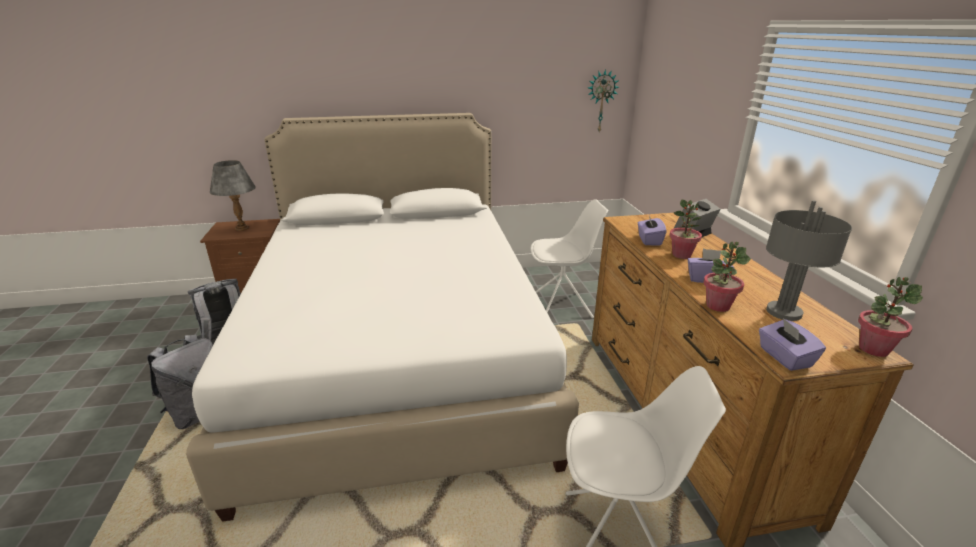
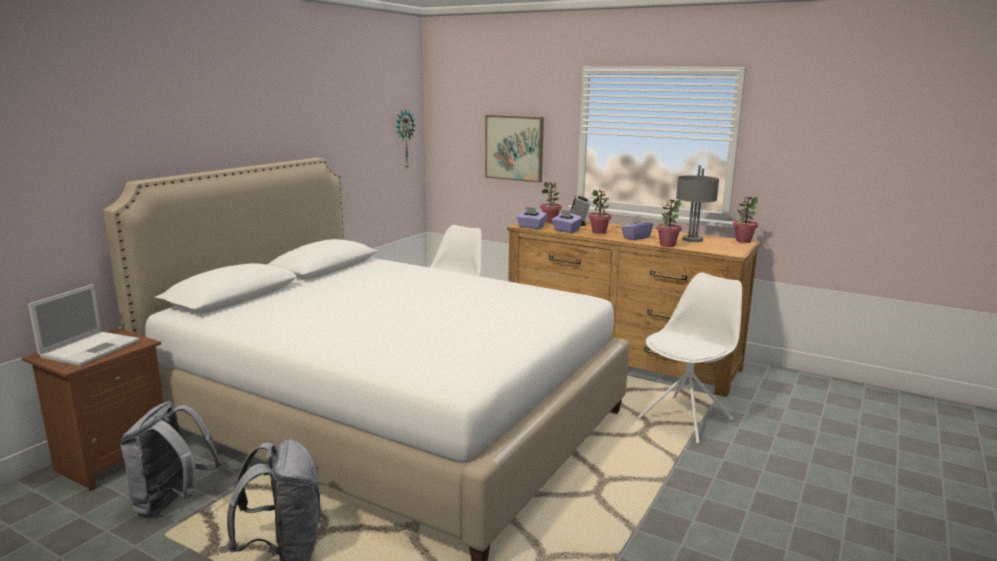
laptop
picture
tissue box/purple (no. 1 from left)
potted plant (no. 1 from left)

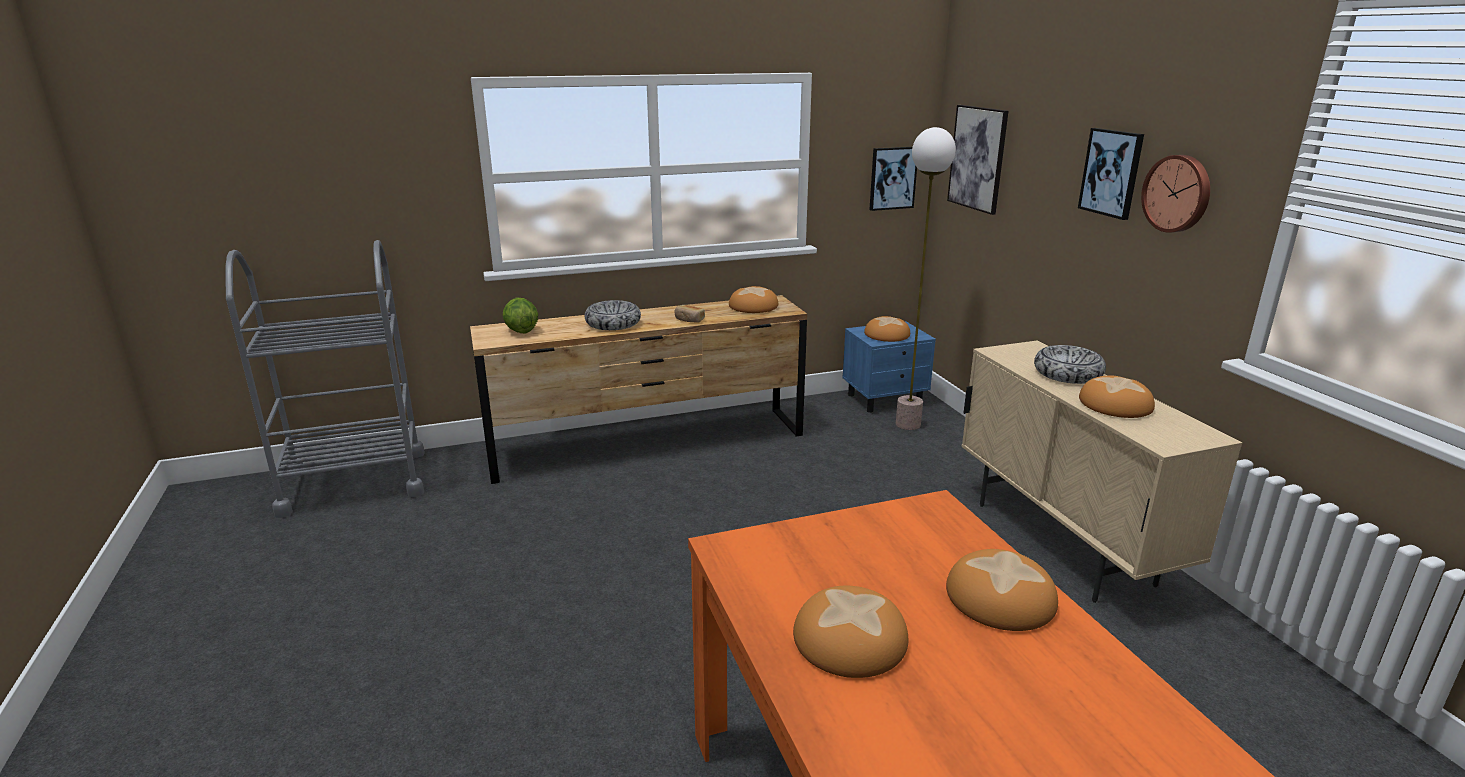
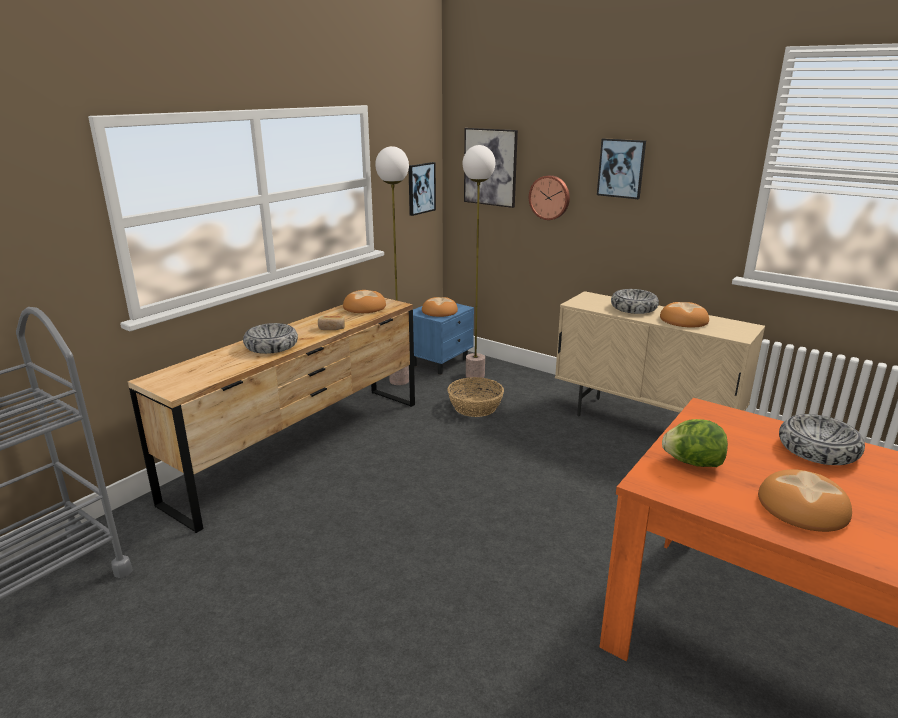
floor lamp (no. 1 from left)
basket
wall clock
lettuce
bowl (no. 3 from left)

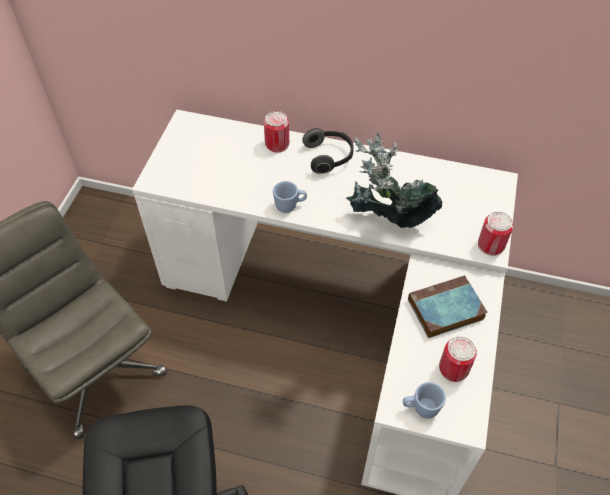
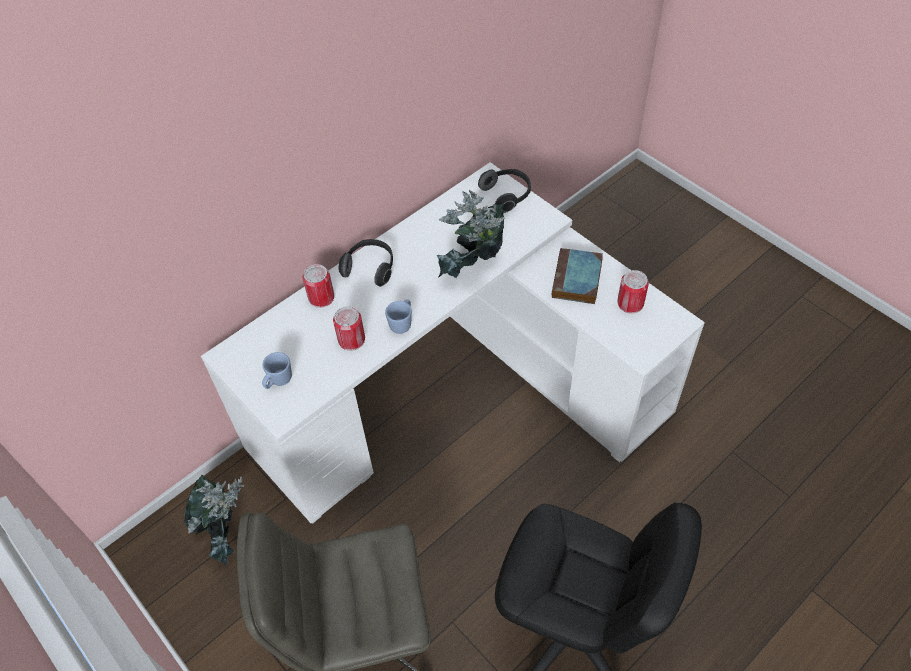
potted plant (no. 1 from left)
mug/blue (no. 1 from left)
can (no. 2 from left)
headphones (no. 2 from left)

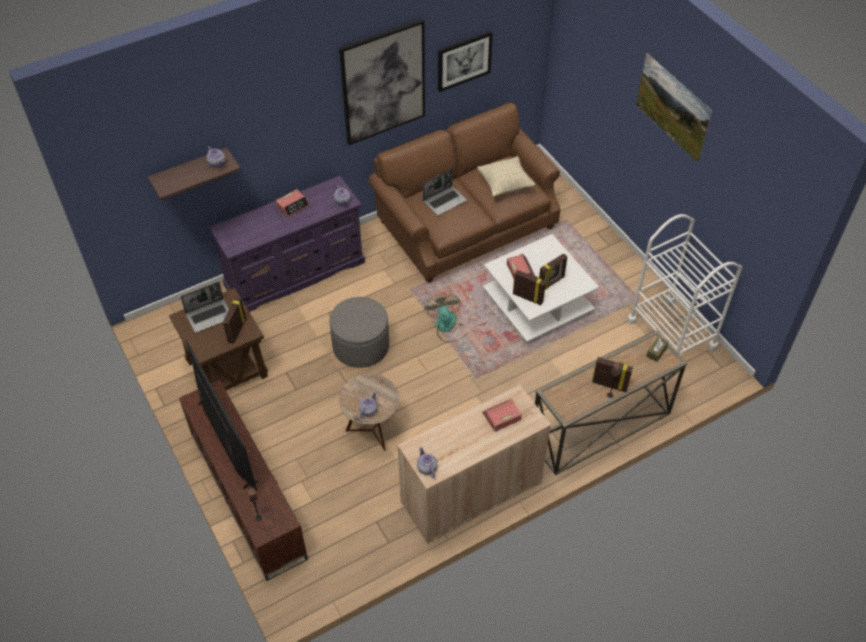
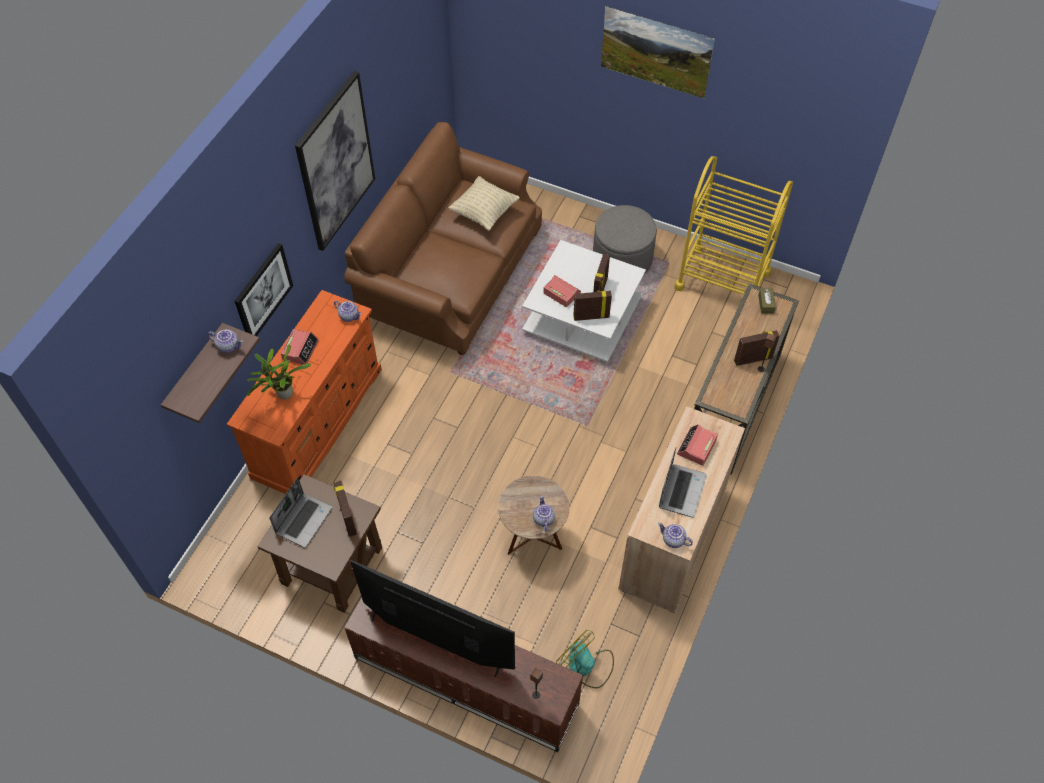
dresser/orange
picture (no. 1 from left)
potted plant
fan
ottoman/grey
laptop (no. 2 from left)
cart/yellow

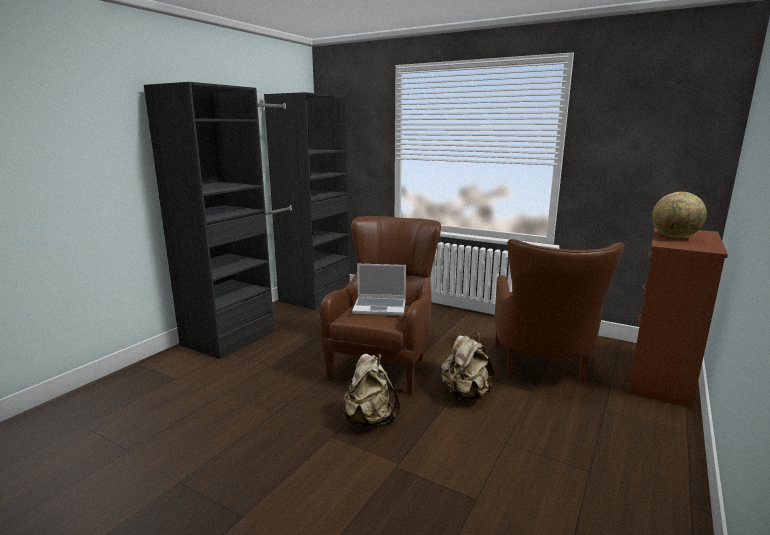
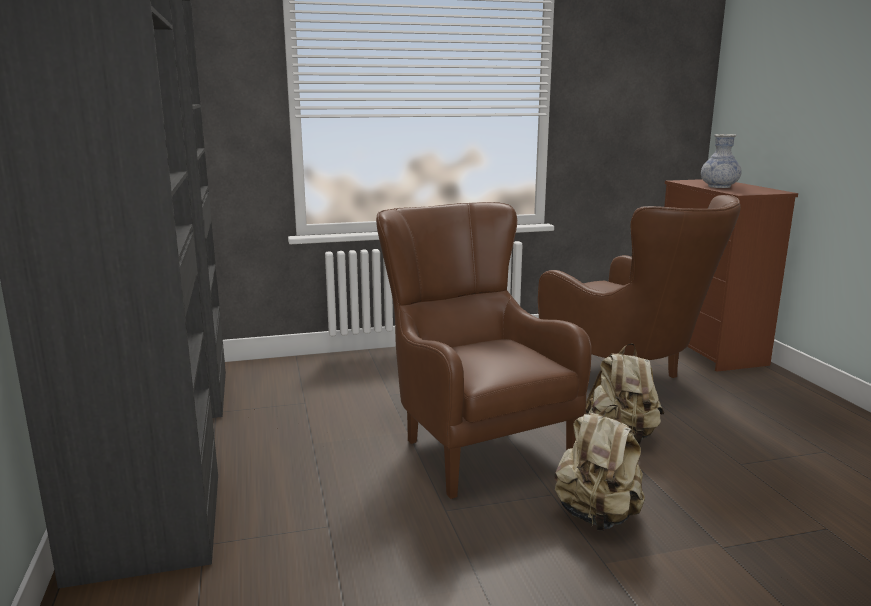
vase
laptop

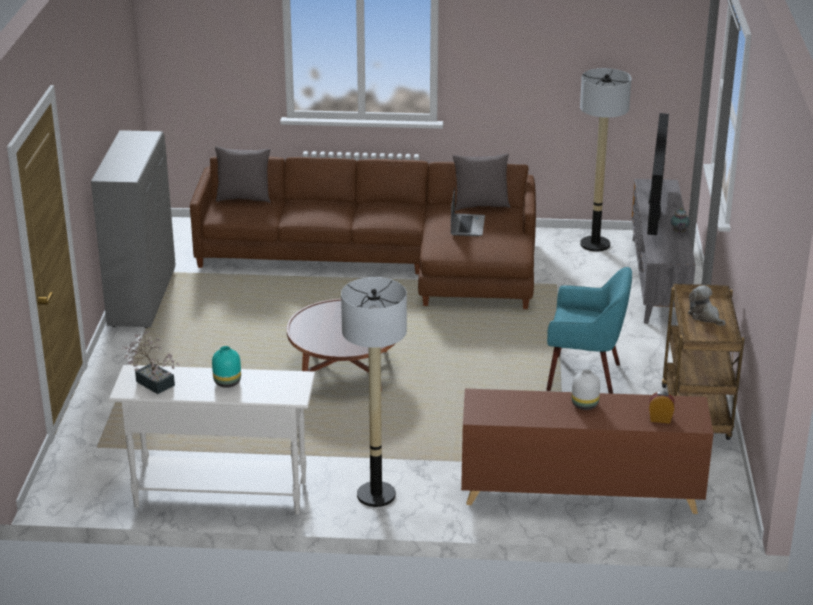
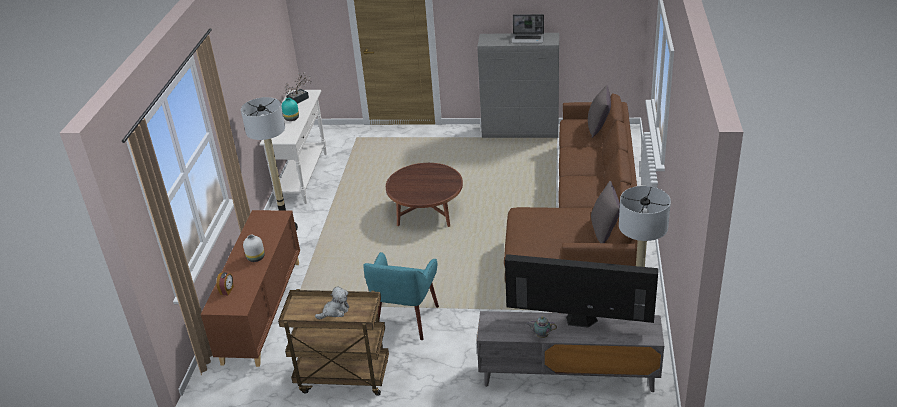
laptop

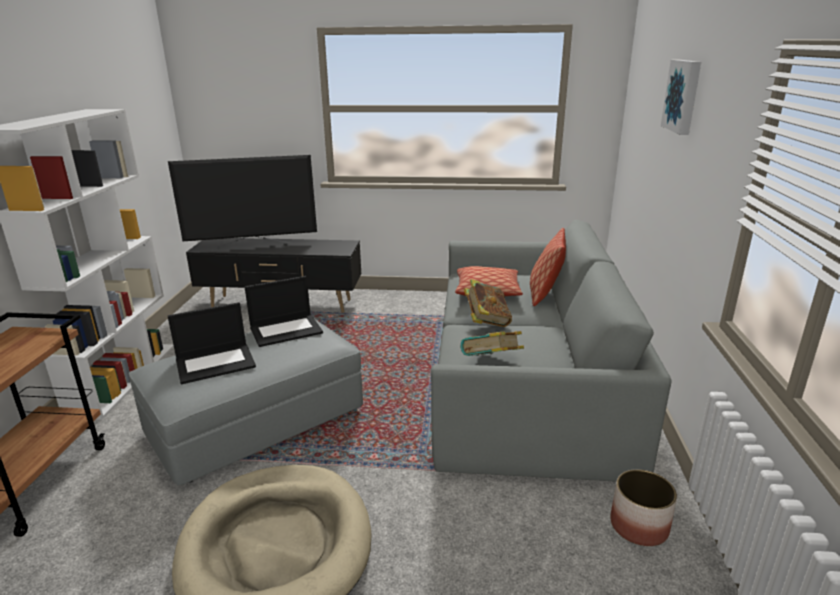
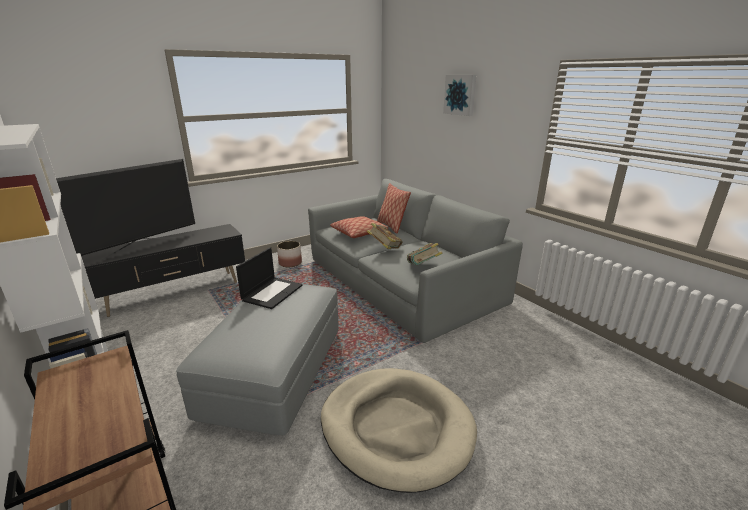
planter
laptop (no. 1 from left in the first image)

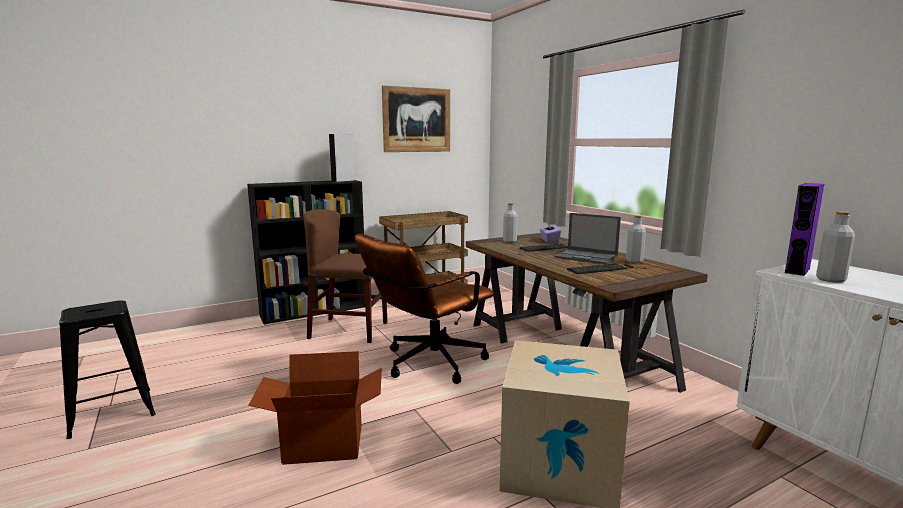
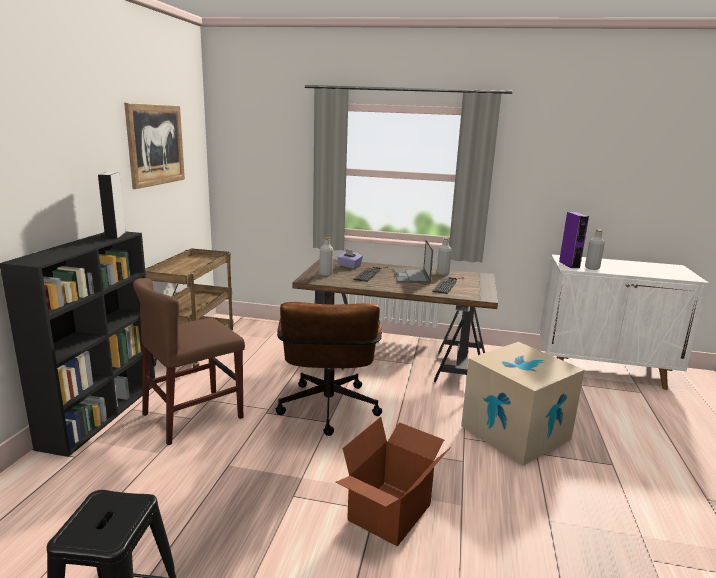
laptop

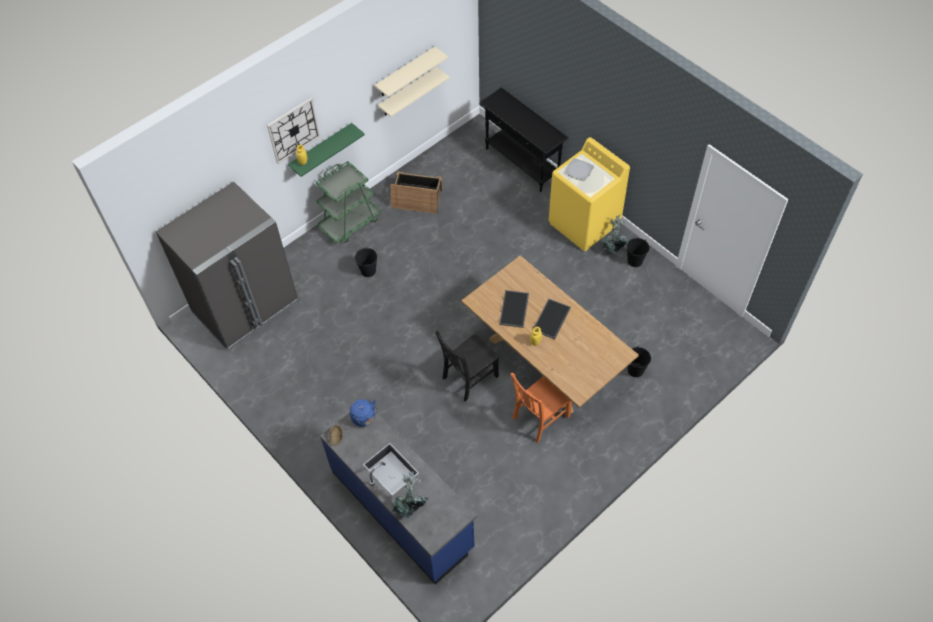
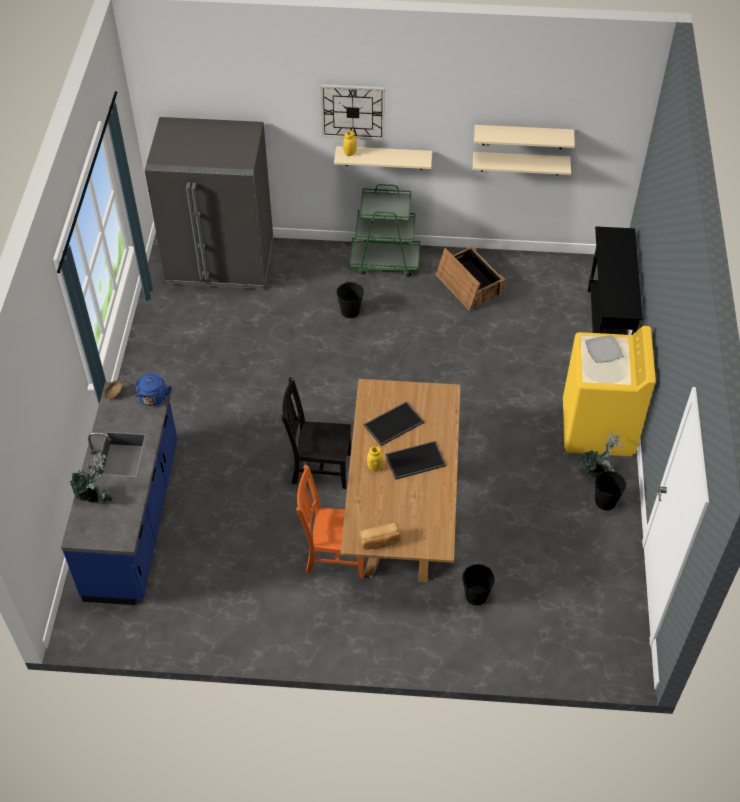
shelf/beige (no. 1 from left)
bread

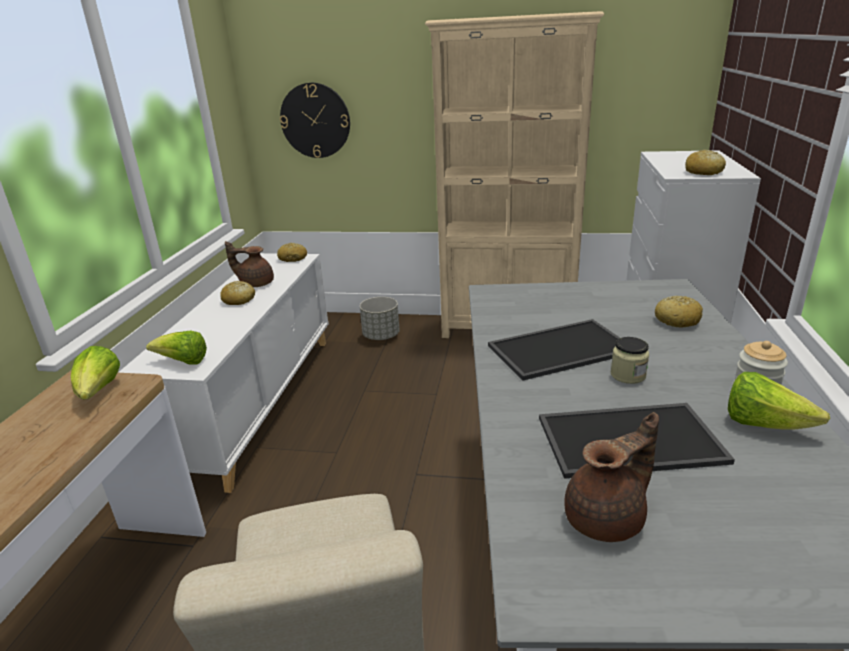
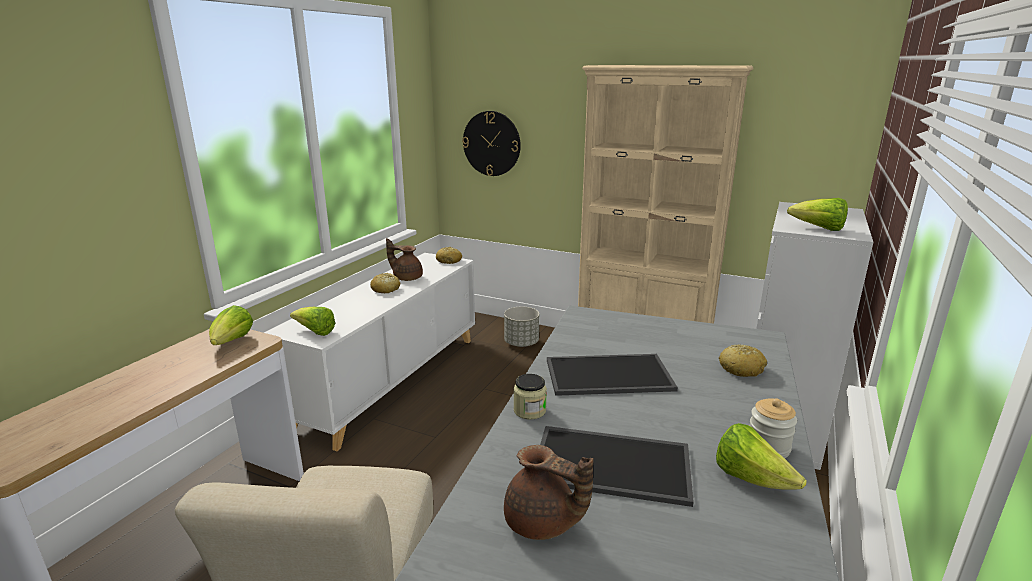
teapot/brown (no. 2 from left)
jar (no. 1 from left)
lettuce (no. 4 from left)

